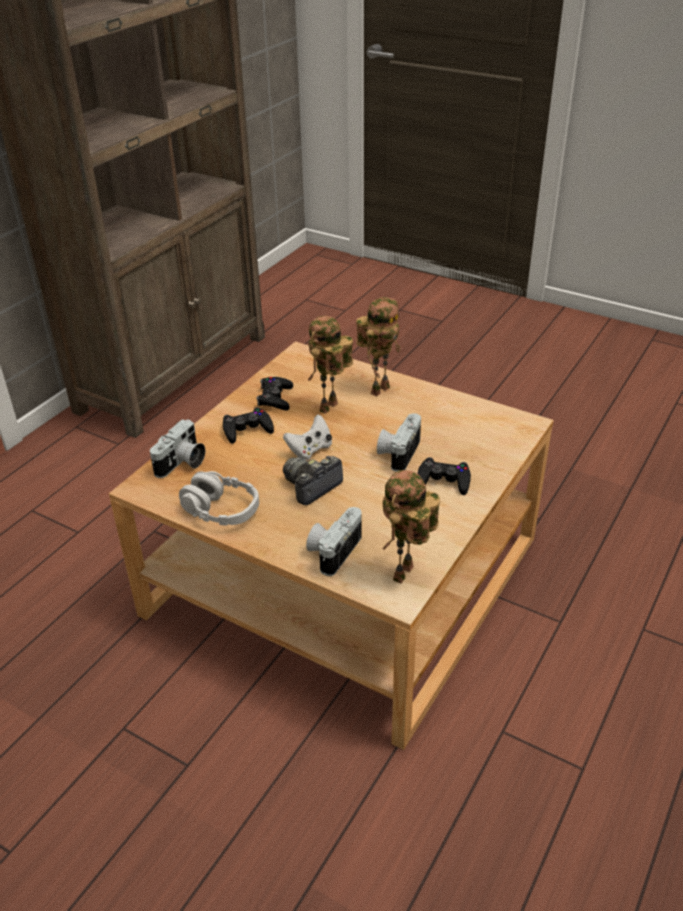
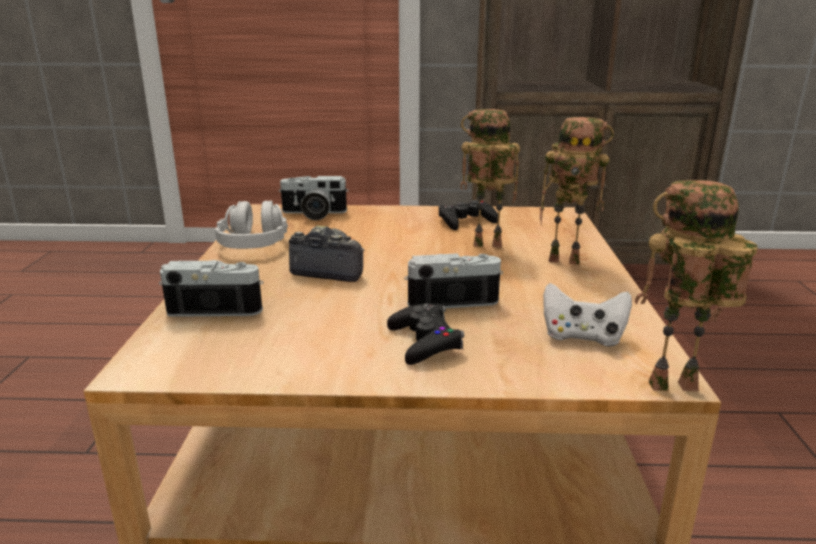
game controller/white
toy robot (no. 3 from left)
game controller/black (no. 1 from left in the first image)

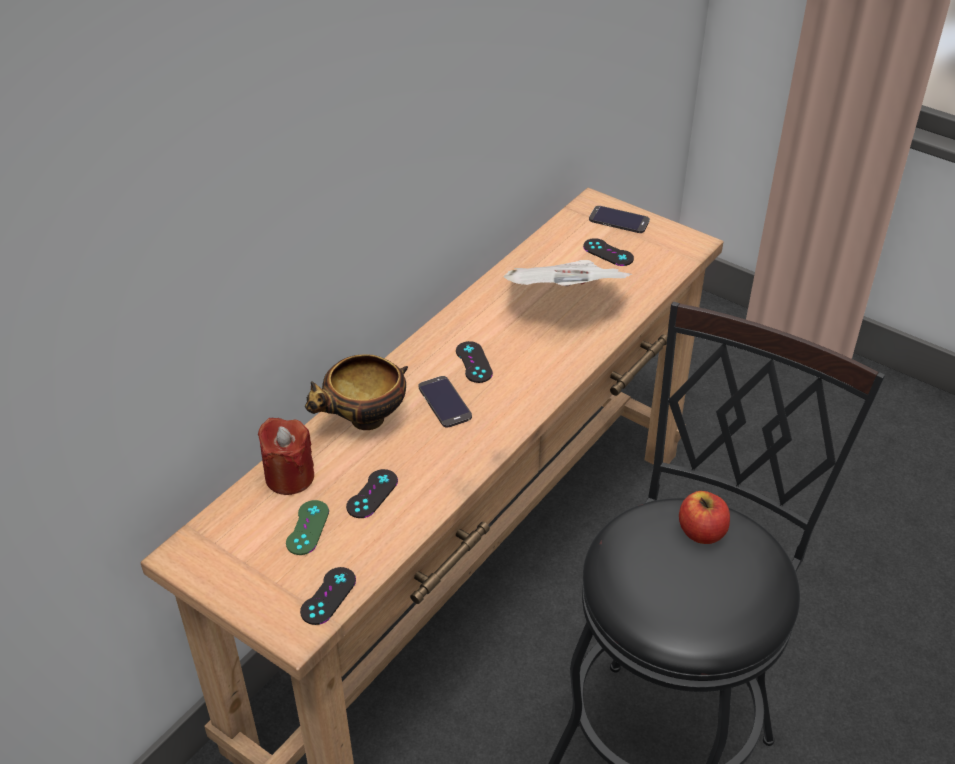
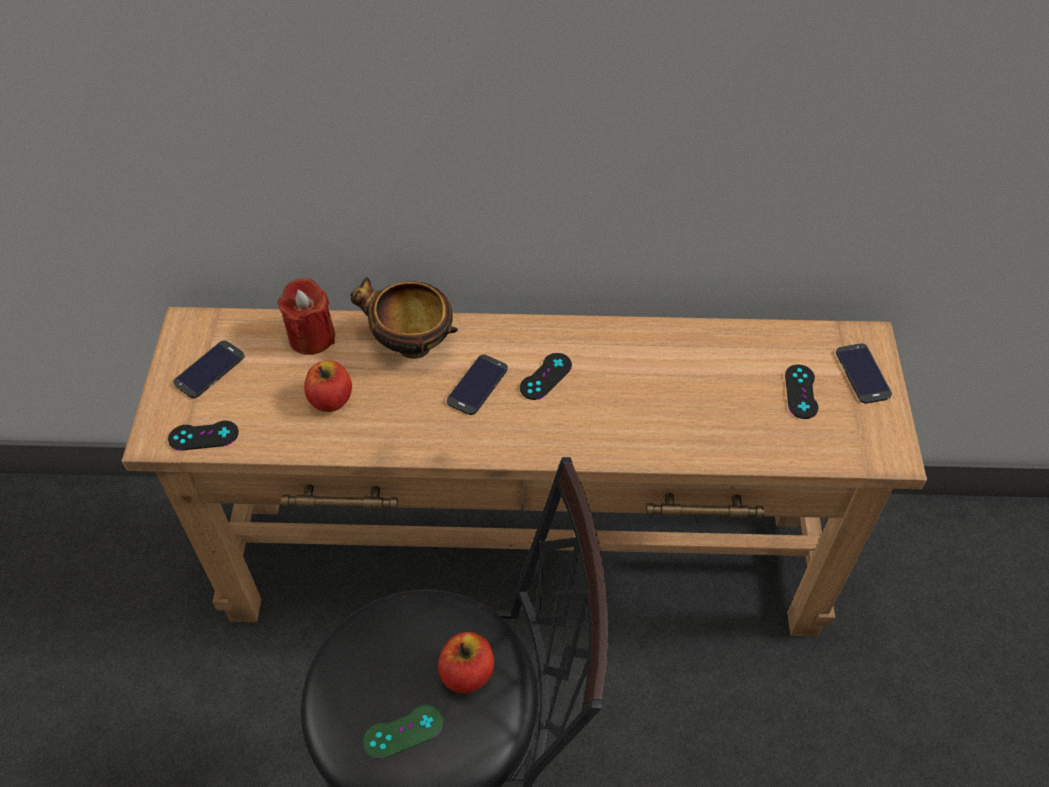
phone (no. 1 from left)
apple (no. 1 from left)
game controller/green
newspaper

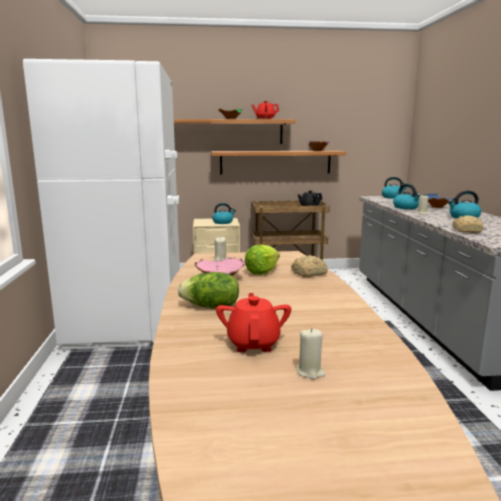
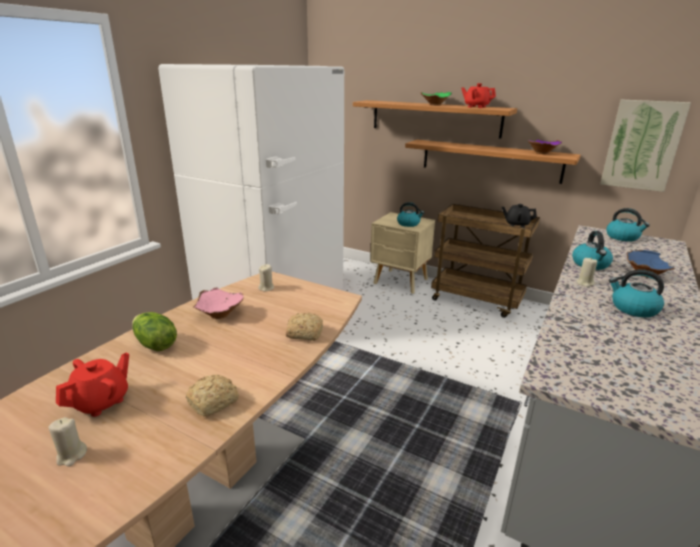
bread (no. 1 from left)
picture
lettuce (no. 2 from left in the first image)

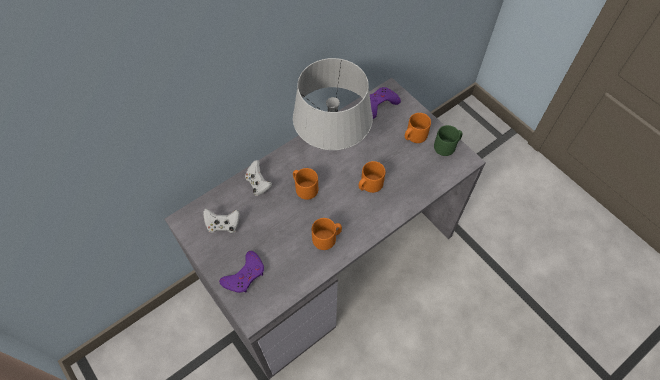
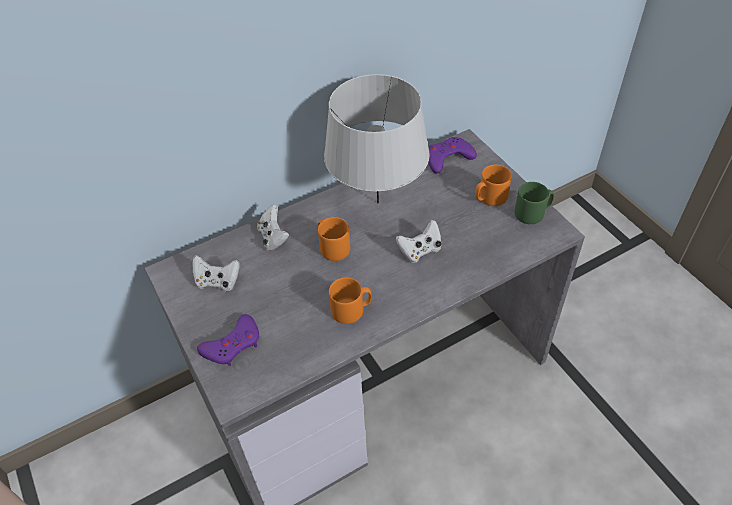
game controller/white (no. 3 from left)

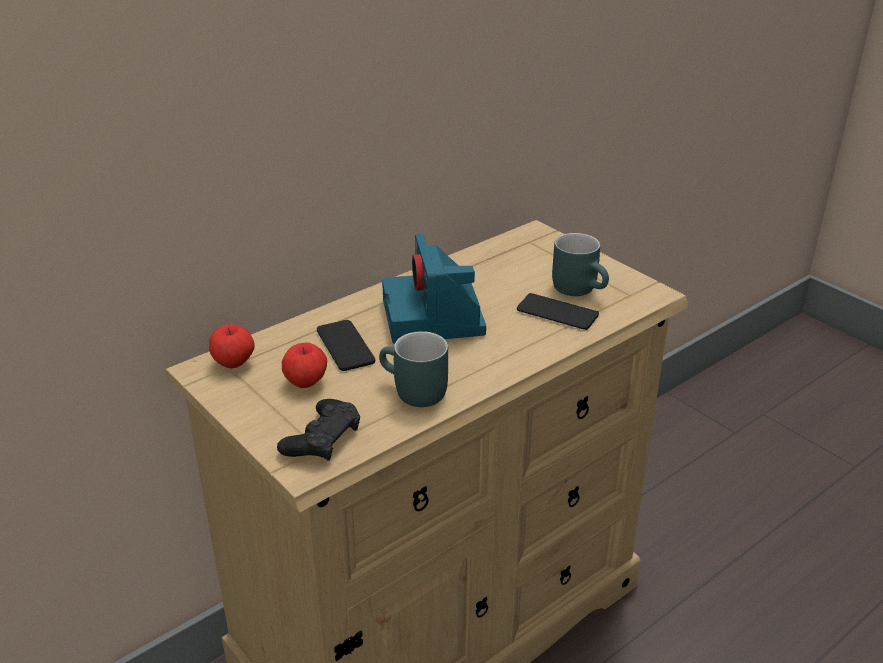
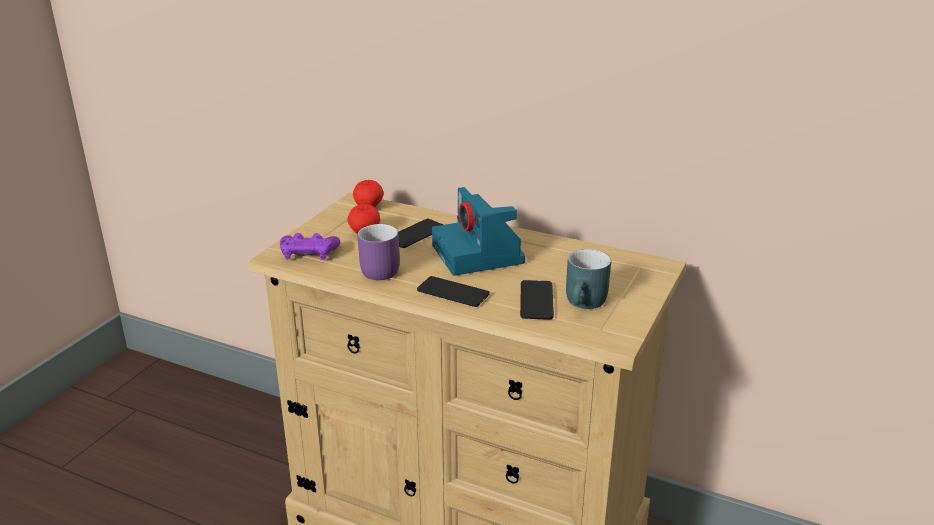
game controller/purple
mug/purple
phone (no. 2 from left)
photo camera

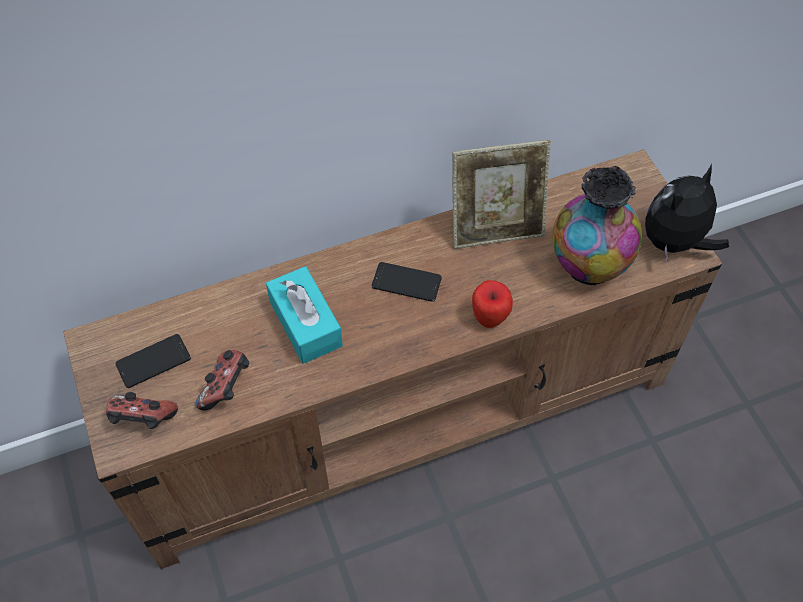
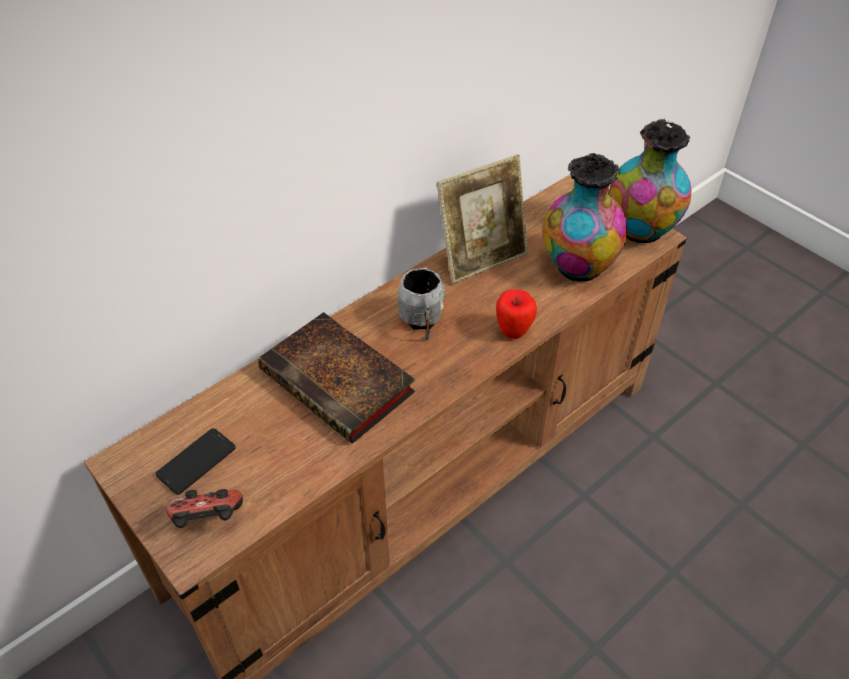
book
mug/grey
vase (no. 2 from left)
game controller (no. 2 from left in the first image)

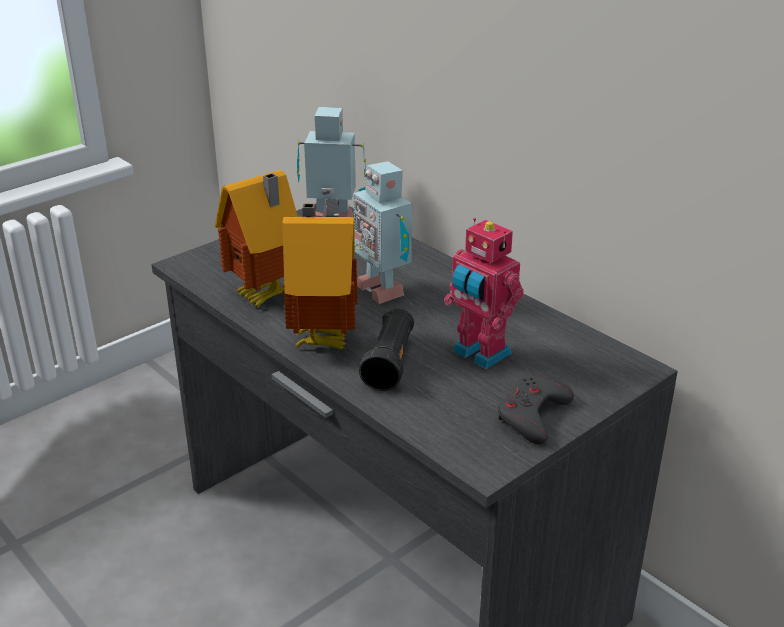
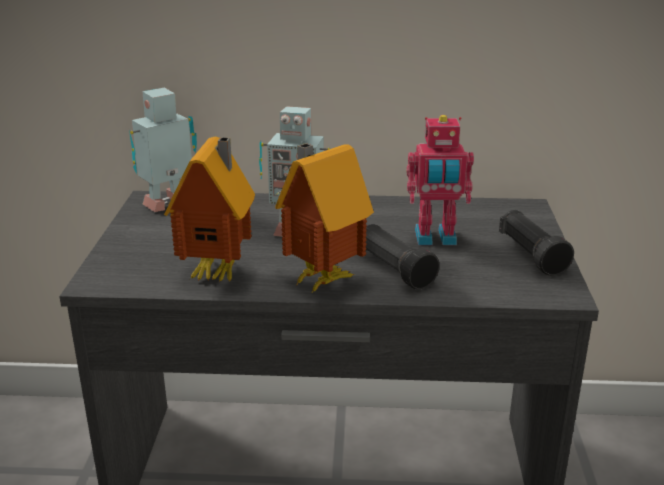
flashlight/black (no. 2 from left)

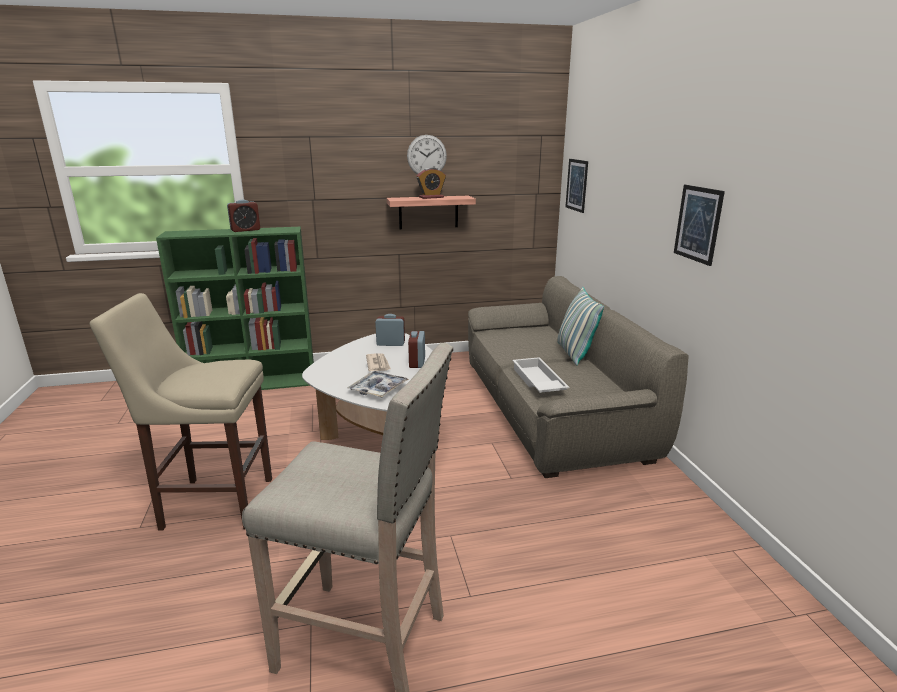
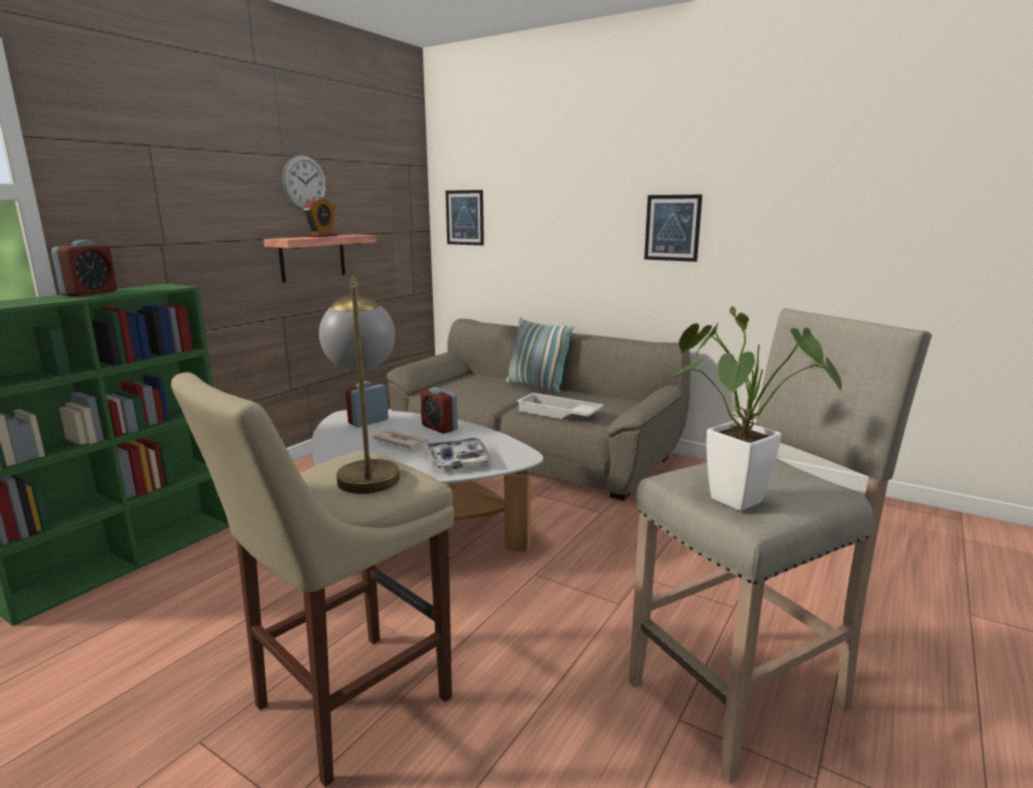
table lamp
potted plant

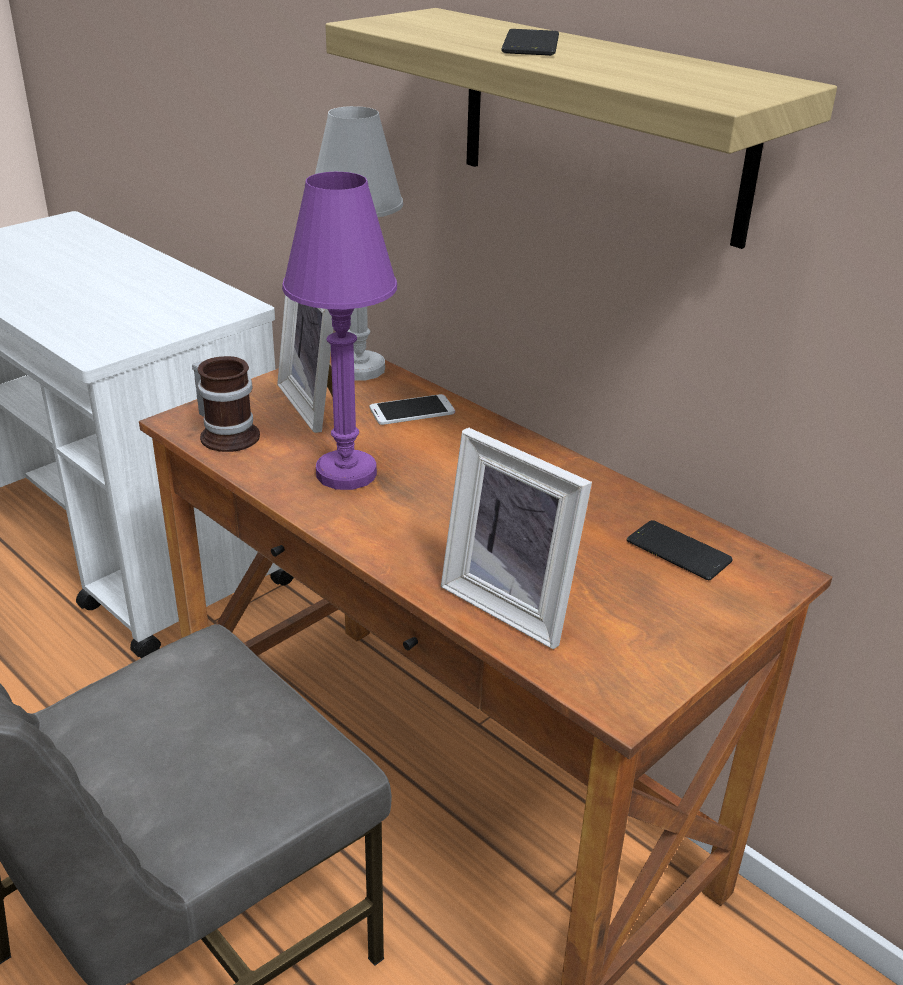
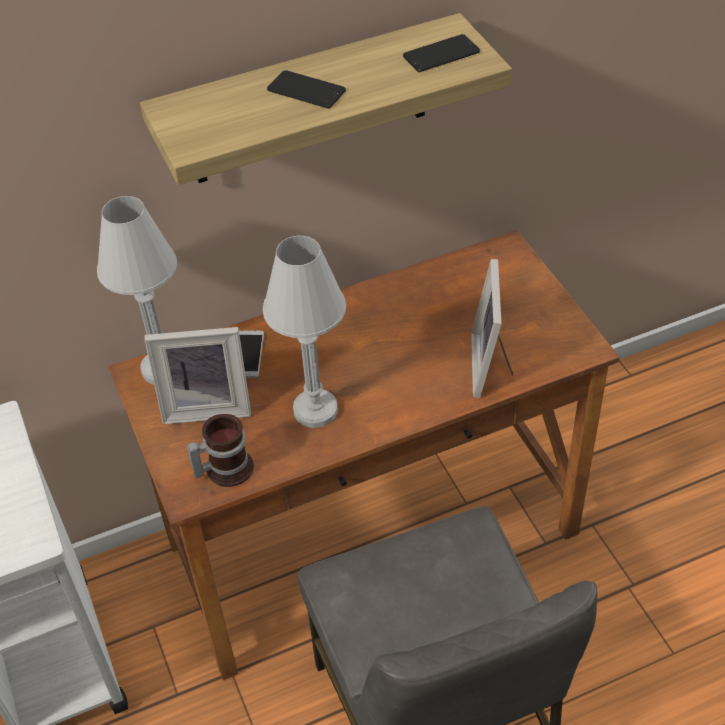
table lamp/white (no. 2 from left)
phone (no. 3 from left)
picture frame (no. 2 from left)

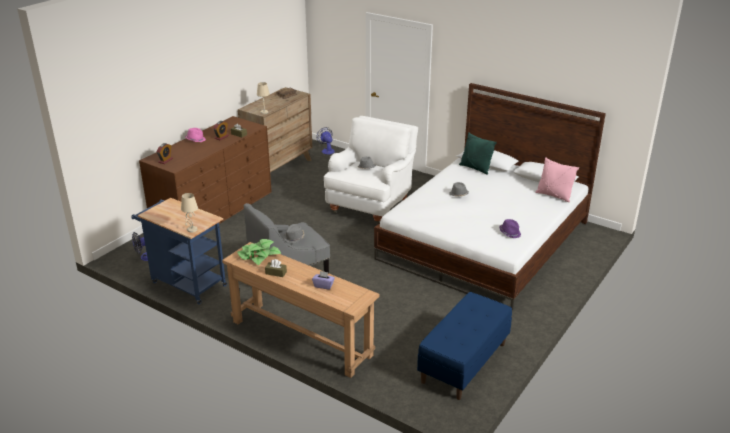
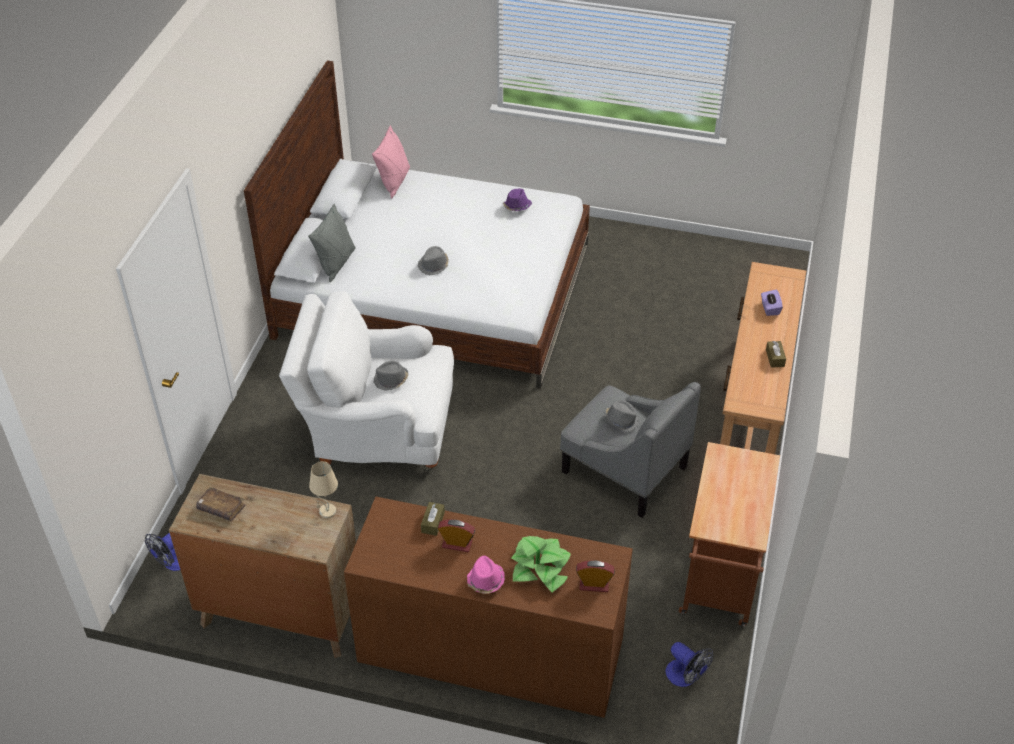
pillow/grey
potted plant
cart/brown
table lamp/beige (no. 1 from left in the first image)
bench/blue

